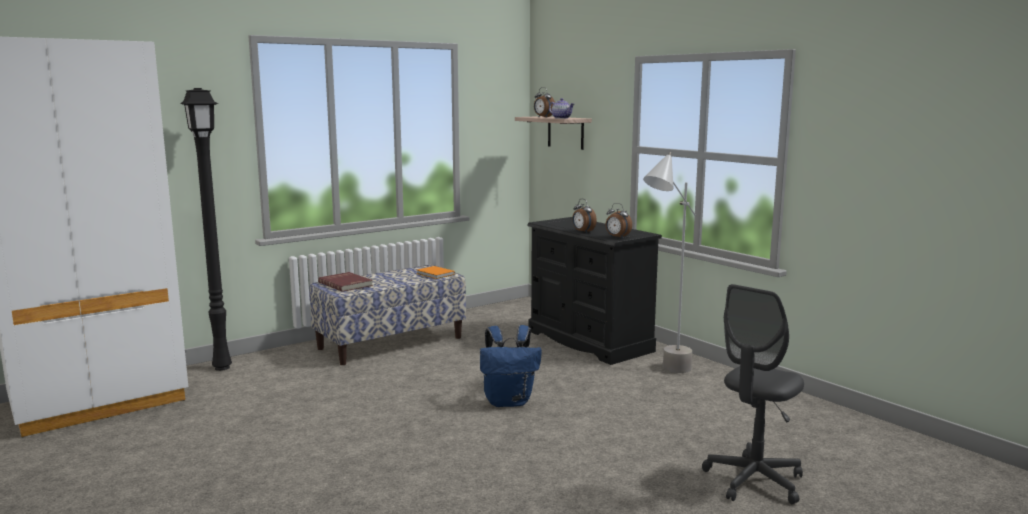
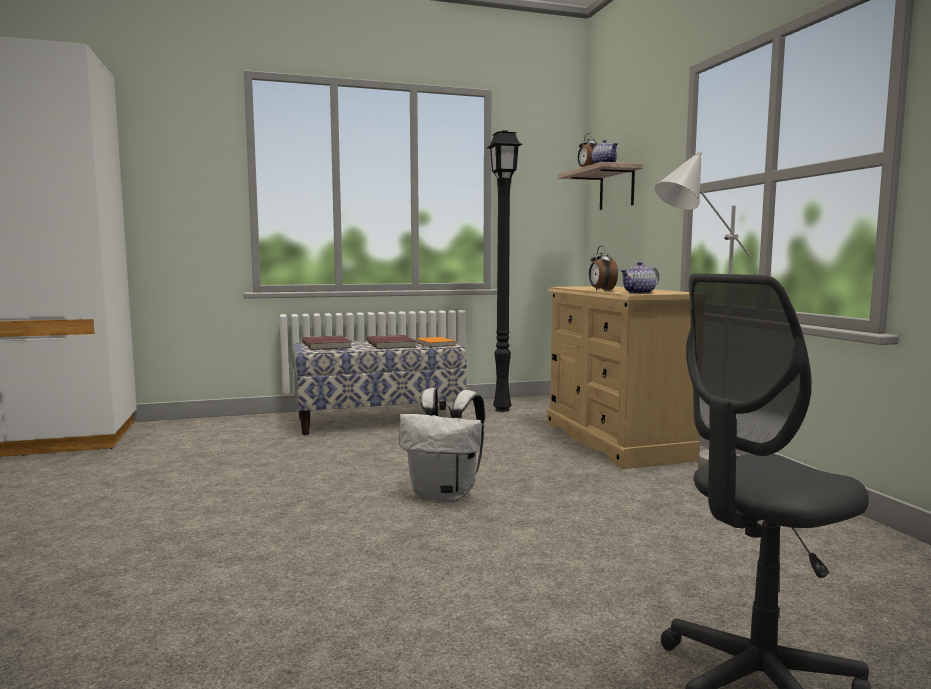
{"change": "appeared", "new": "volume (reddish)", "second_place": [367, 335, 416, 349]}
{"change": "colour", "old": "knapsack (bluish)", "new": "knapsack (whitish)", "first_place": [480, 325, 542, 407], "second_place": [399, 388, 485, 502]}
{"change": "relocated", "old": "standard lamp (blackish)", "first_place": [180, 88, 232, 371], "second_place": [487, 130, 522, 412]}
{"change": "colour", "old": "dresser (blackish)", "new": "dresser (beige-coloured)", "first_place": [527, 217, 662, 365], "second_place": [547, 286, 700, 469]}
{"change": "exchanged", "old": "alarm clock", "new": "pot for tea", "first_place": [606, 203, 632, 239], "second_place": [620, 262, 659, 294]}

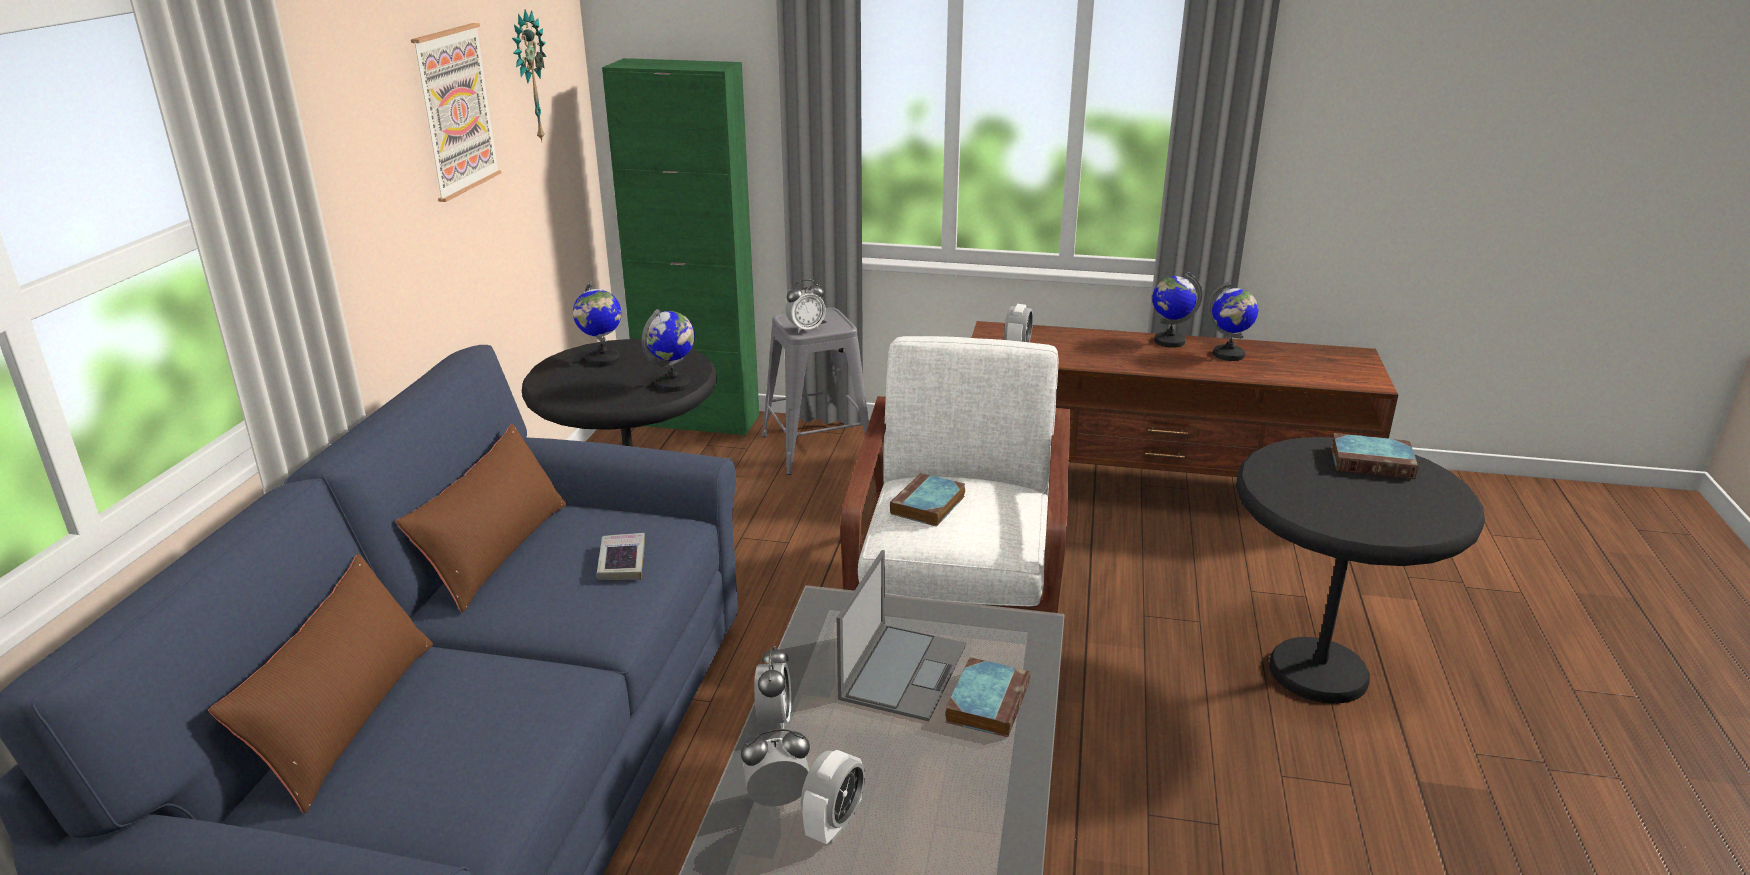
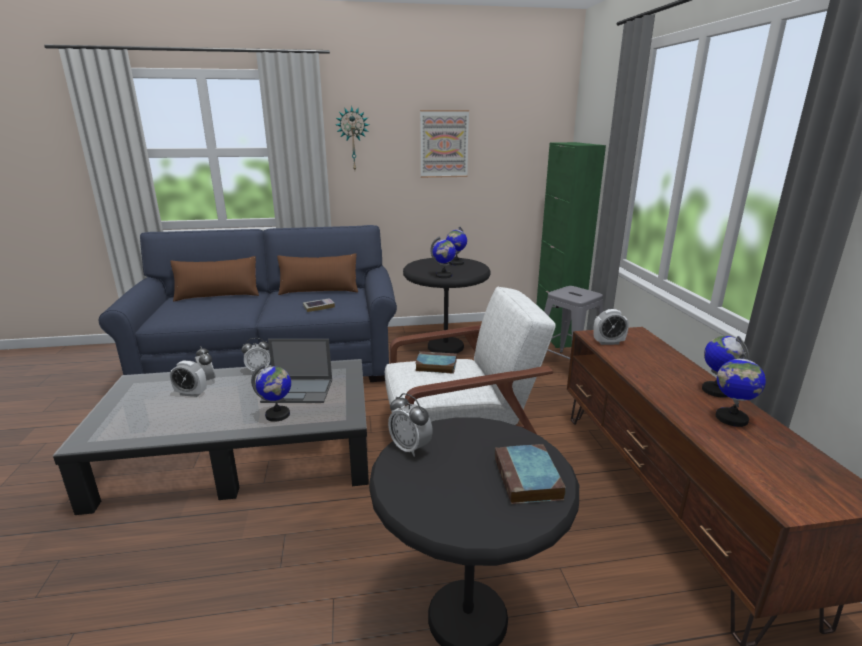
{"change": "exchanged", "old": "volume", "new": "globe", "first_place": [945, 657, 1030, 737], "second_place": [251, 364, 291, 422]}
{"change": "relocated", "old": "hanging clock", "first_place": [512, 9, 546, 142], "second_place": [336, 106, 369, 170]}
{"change": "relocated", "old": "alarm clock", "first_place": [786, 279, 826, 333], "second_place": [388, 393, 433, 457]}

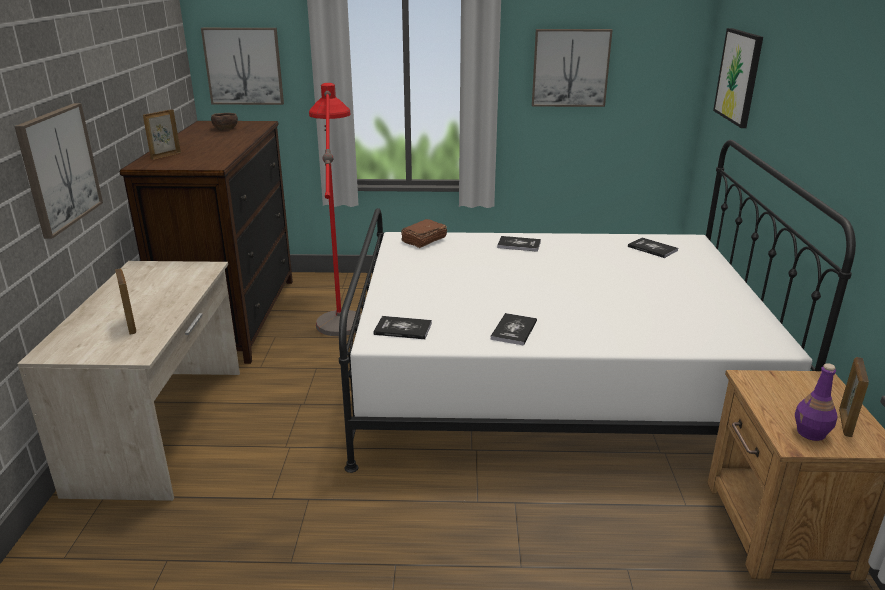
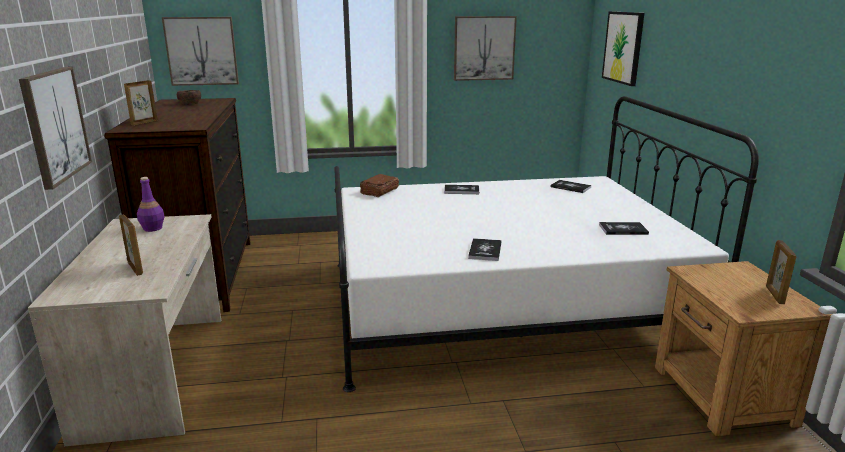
{"change": "relocated", "old": "bottle (purplish)", "first_place": [795, 363, 838, 441], "second_place": [137, 177, 164, 232]}
{"change": "relocated", "old": "volume", "first_place": [373, 316, 432, 339], "second_place": [599, 222, 649, 235]}
{"change": "missing", "old": "standard lamp (reddish)", "first_place": [309, 83, 361, 336]}

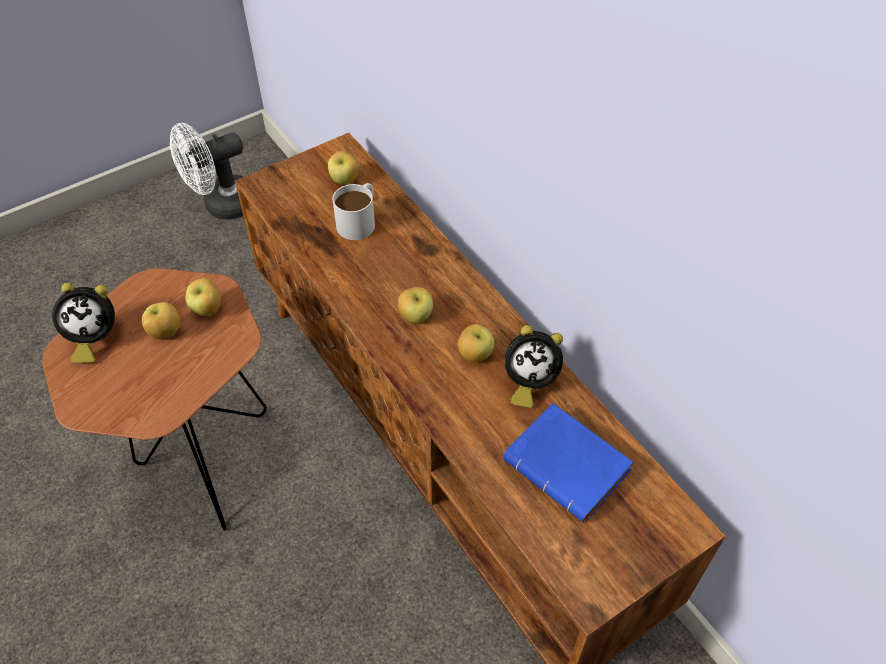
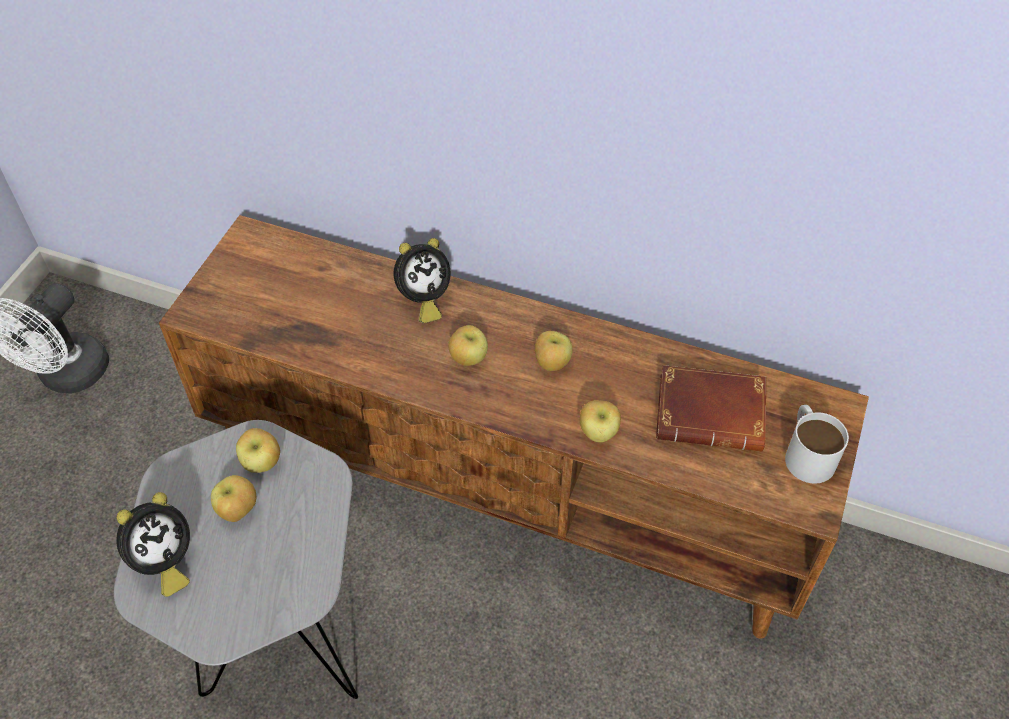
{"change": "colour", "old": "side table (brown)", "new": "side table (greyish)", "first_place": [42, 268, 267, 531], "second_place": [114, 420, 358, 699]}
{"change": "relocated", "old": "alarm clock", "first_place": [505, 325, 563, 408], "second_place": [394, 238, 451, 323]}
{"change": "relocated", "old": "apple", "first_place": [328, 151, 359, 184], "second_place": [580, 400, 621, 442]}
{"change": "colour", "old": "volume (bluish)", "new": "volume (brown)", "first_place": [503, 403, 634, 522], "second_place": [656, 365, 766, 451]}
{"change": "relocated", "old": "mug (whitish)", "first_place": [332, 183, 375, 240], "second_place": [785, 405, 849, 483]}

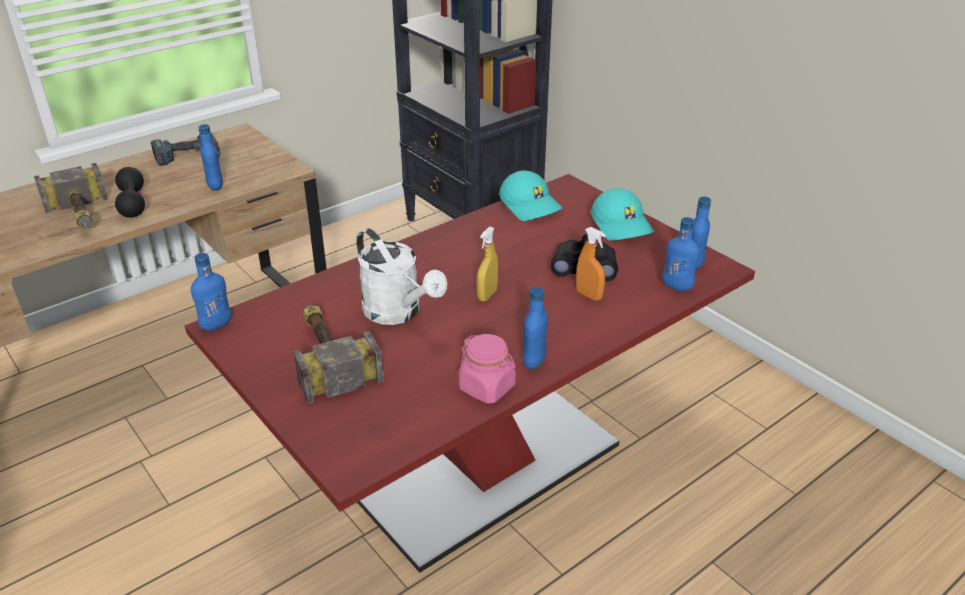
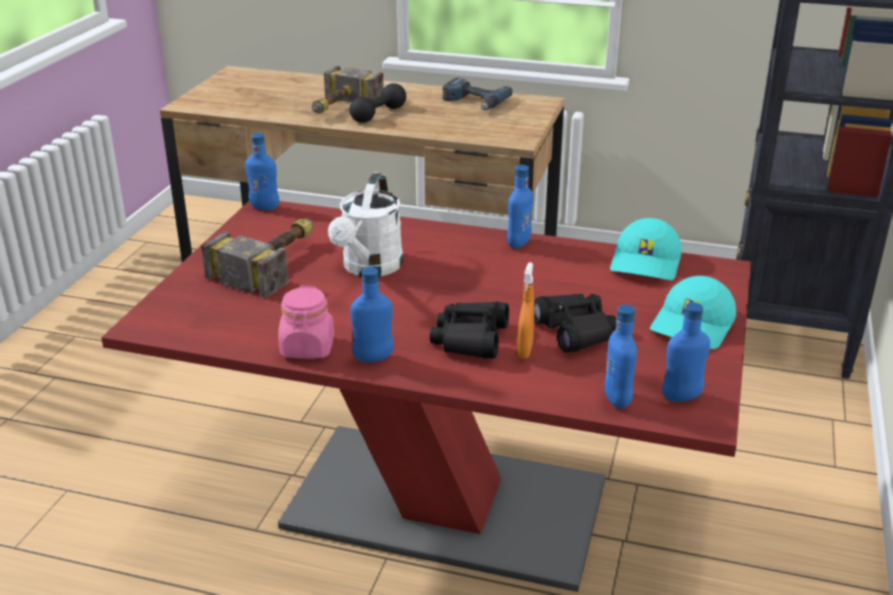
{"change": "appeared", "new": "field glasses (blackish)", "second_place": [430, 302, 509, 359]}
{"change": "relocated", "old": "bottle (bluish)", "first_place": [198, 124, 223, 191], "second_place": [507, 165, 533, 248]}
{"change": "missing", "old": "spray bottle (yellowish)", "first_place": [477, 226, 498, 302]}

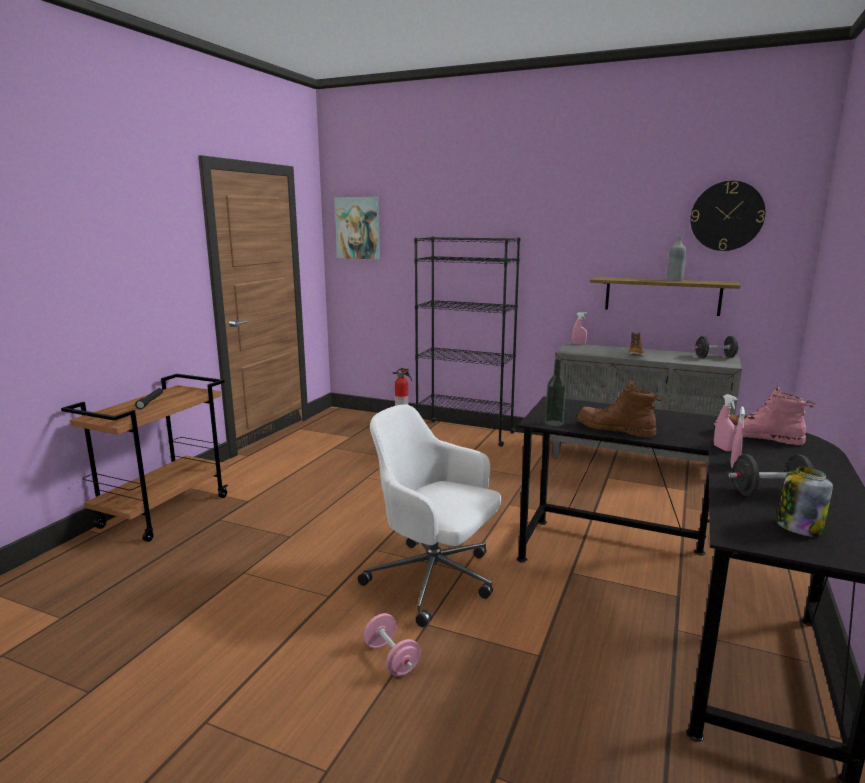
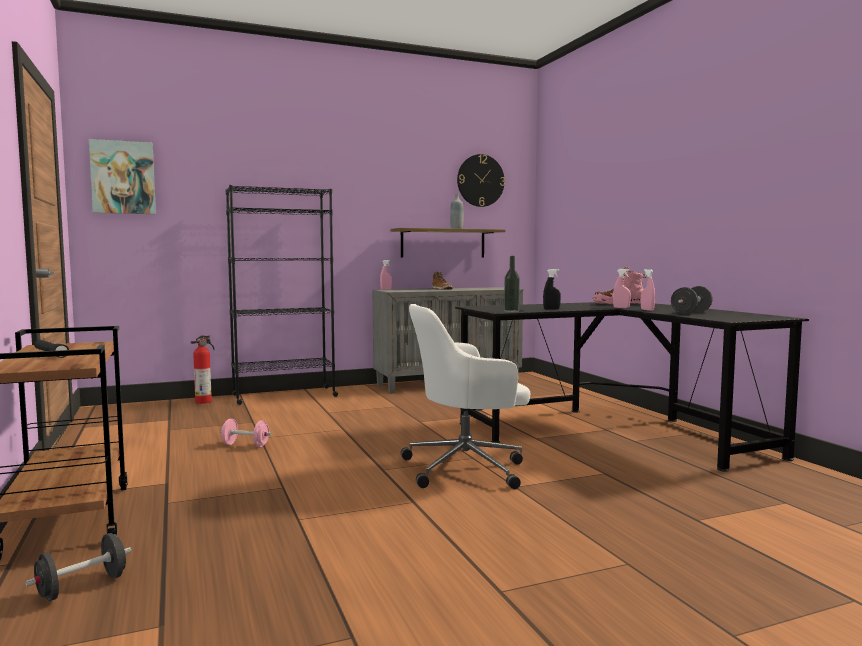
{"change": "relocated", "old": "free weight (blackish)", "first_place": [693, 336, 740, 358], "second_place": [25, 533, 131, 601]}
{"change": "relocated", "old": "free weight (pink)", "first_place": [363, 613, 421, 677], "second_place": [220, 419, 272, 447]}
{"change": "exchanged", "old": "high-top boot (brown)", "new": "spray bottle (blackish)", "first_place": [577, 380, 663, 437], "second_place": [543, 269, 561, 310]}
{"change": "missing", "old": "preserve jar", "first_place": [776, 467, 833, 536]}

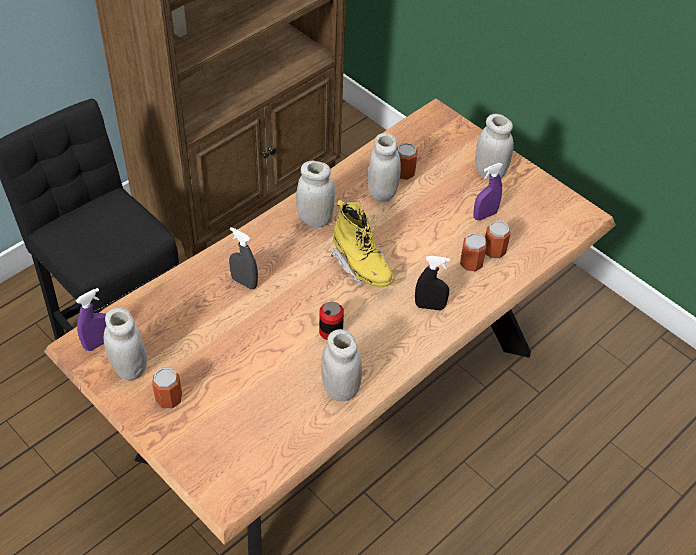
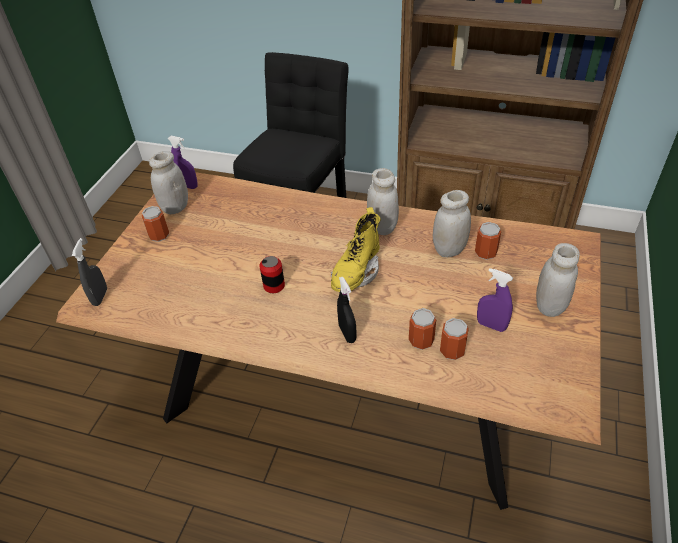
{"change": "relocated", "old": "spray bottle (greyish)", "first_place": [229, 227, 258, 290], "second_place": [72, 238, 107, 306]}
{"change": "missing", "old": "preserve jar (whitish)", "first_place": [321, 329, 362, 401]}

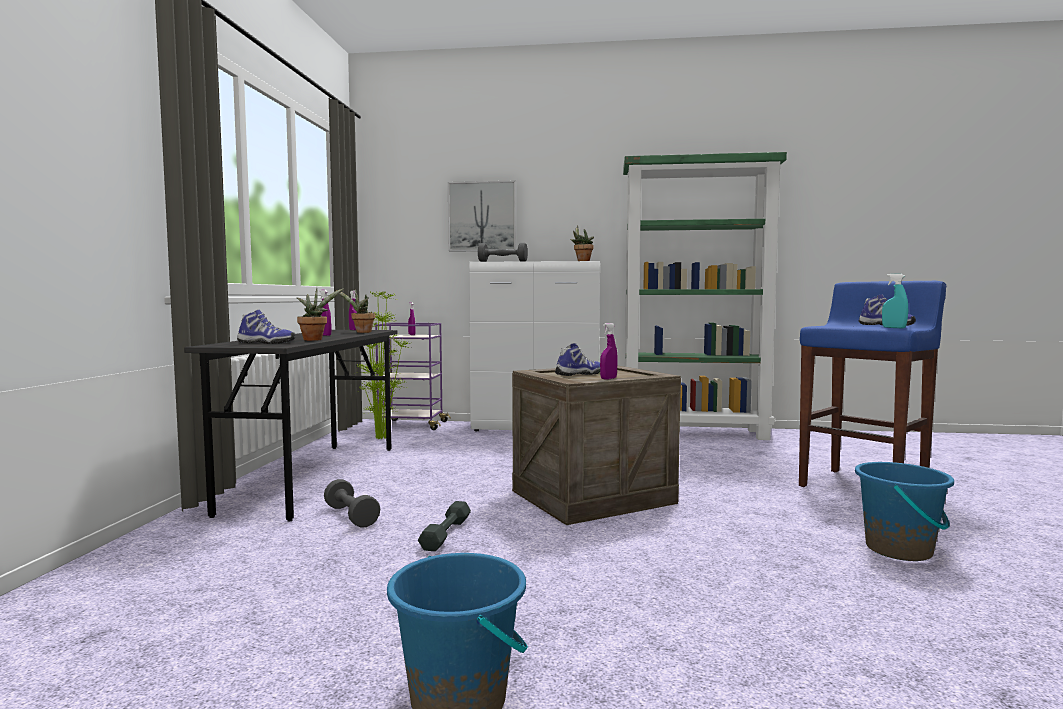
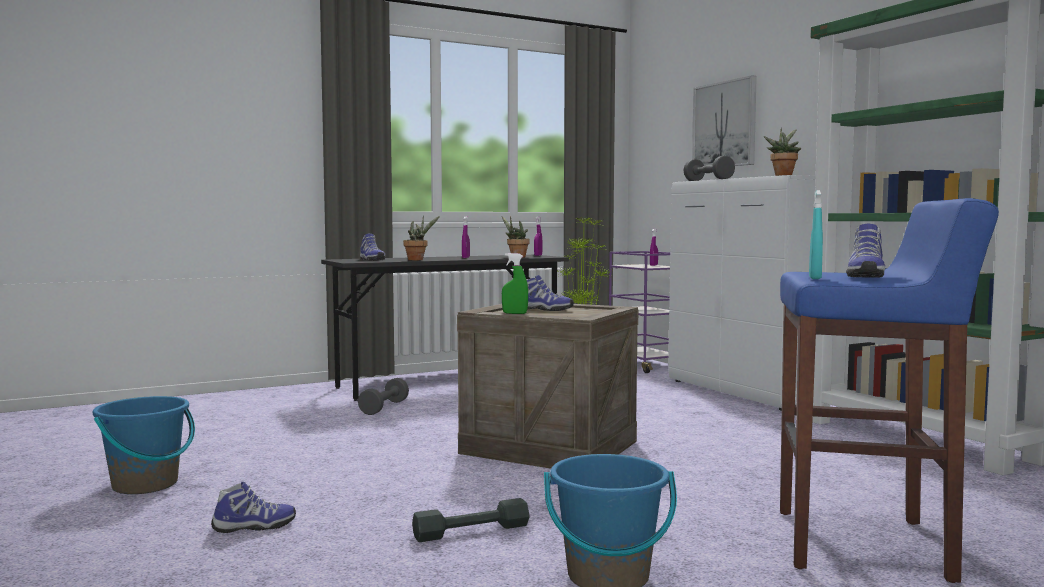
{"change": "appeared", "new": "shoe", "second_place": [211, 482, 296, 533]}
{"change": "relocated", "old": "free weight (greyish)", "first_place": [418, 501, 471, 551], "second_place": [412, 498, 530, 542]}
{"change": "colour", "old": "spray bottle (purplish)", "new": "spray bottle (green)", "first_place": [600, 323, 618, 380], "second_place": [502, 253, 528, 314]}

